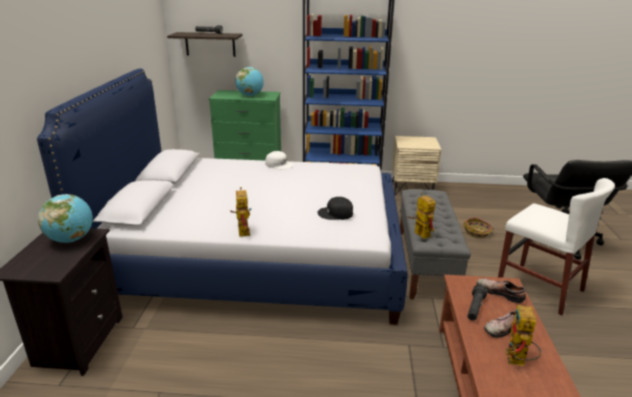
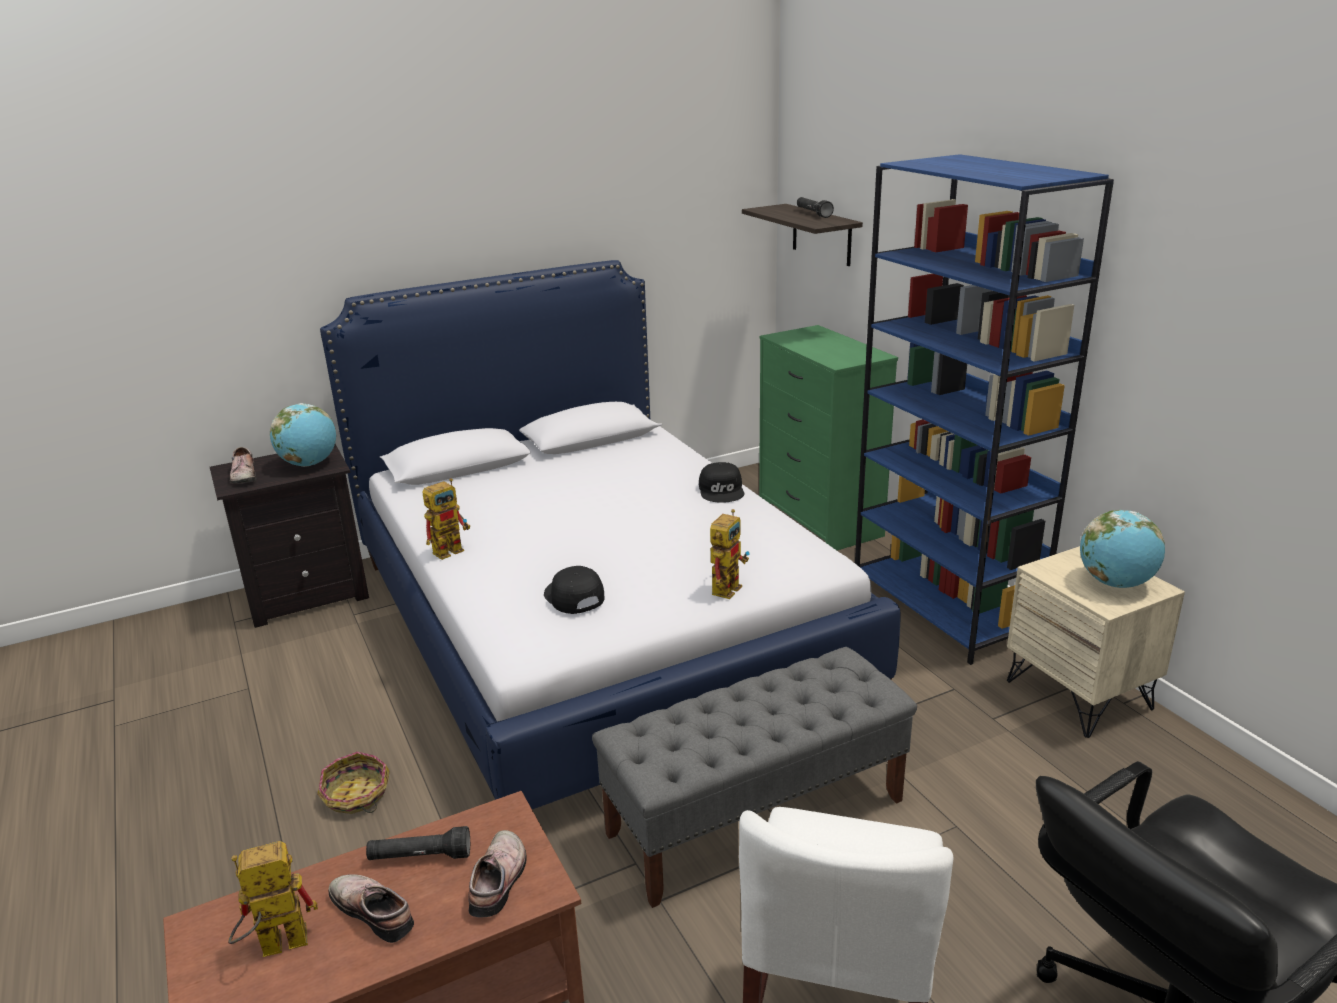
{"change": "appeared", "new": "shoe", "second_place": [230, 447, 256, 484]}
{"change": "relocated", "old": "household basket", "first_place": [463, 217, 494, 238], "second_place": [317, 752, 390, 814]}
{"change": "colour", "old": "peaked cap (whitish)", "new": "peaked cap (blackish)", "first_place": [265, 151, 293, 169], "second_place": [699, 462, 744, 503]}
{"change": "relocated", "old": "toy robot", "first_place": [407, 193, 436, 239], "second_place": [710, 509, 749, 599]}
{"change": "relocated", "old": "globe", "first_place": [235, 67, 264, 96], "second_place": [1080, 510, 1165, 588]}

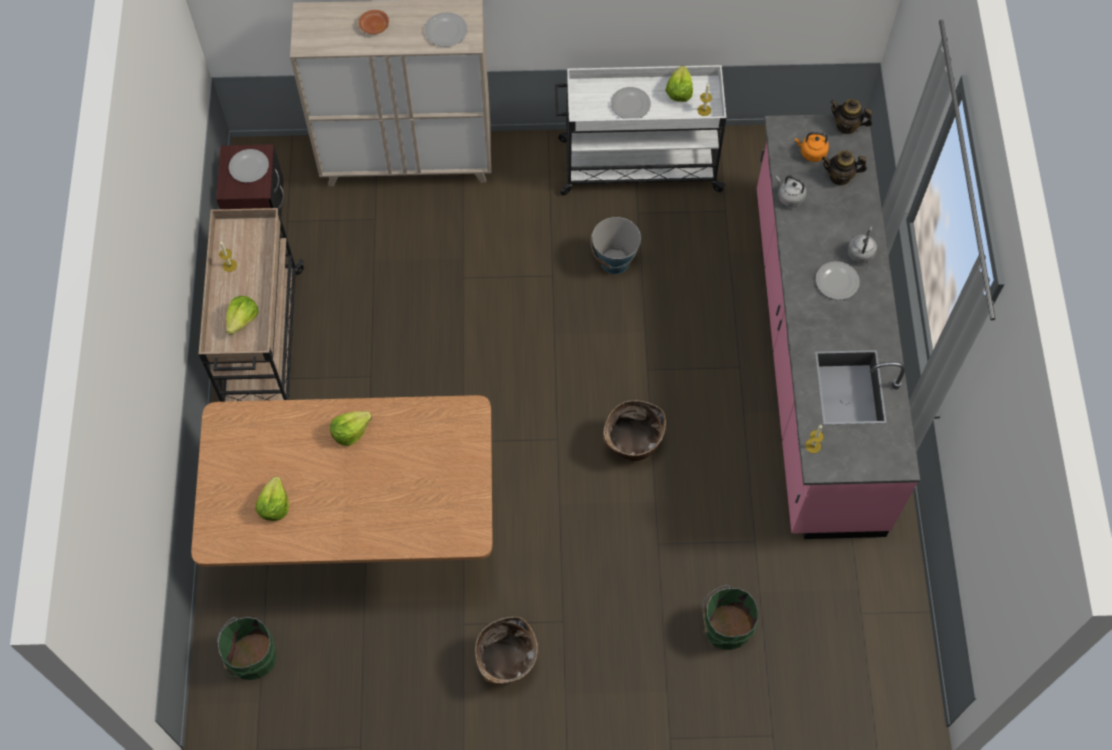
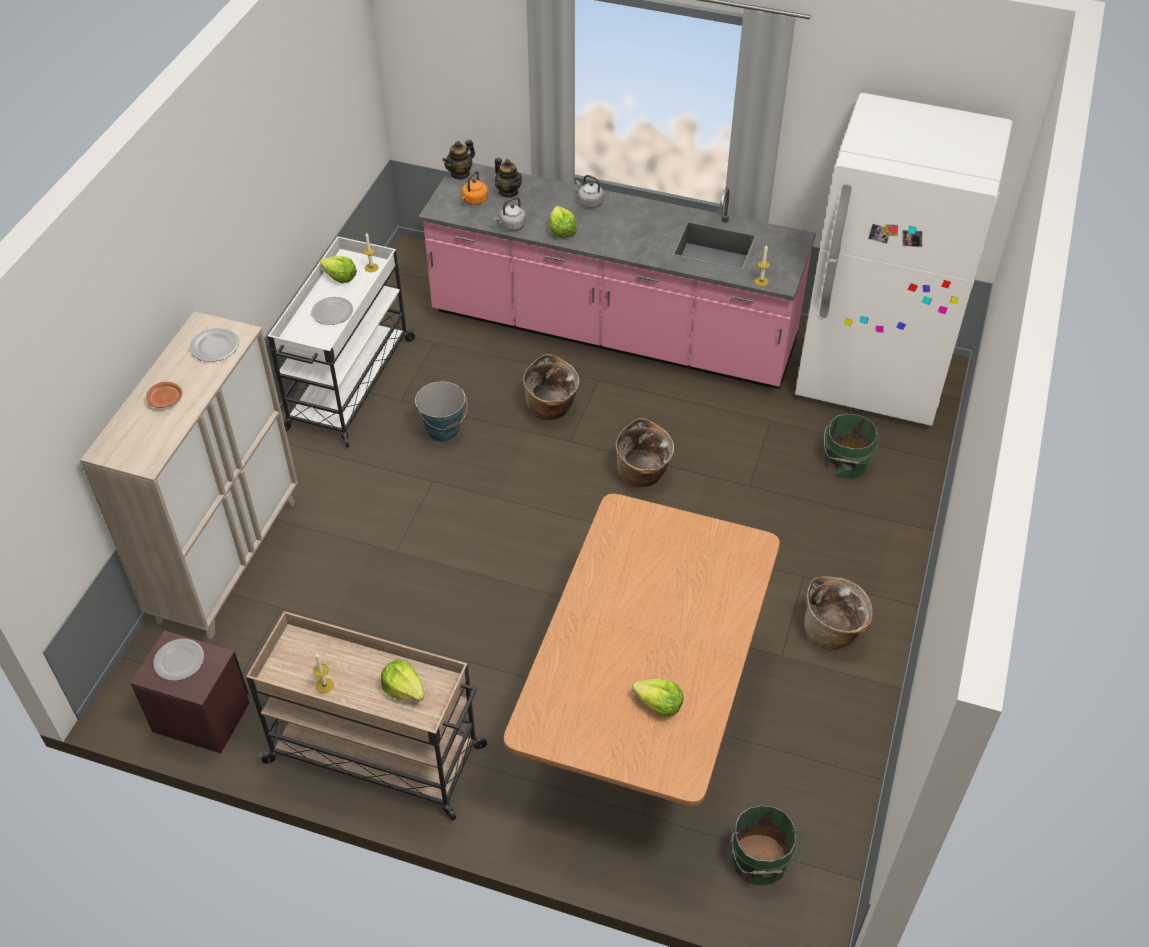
{"change": "spun", "old": "pot for tea", "first_place": [822, 151, 867, 185], "second_place": [495, 158, 522, 198], "degrees": -60}
{"change": "appeared", "new": "household basket", "second_place": [523, 354, 579, 420]}
{"change": "relocated", "old": "lettuce head", "first_place": [330, 411, 372, 446], "second_place": [549, 206, 577, 238]}
{"change": "appeared", "new": "fridge (whitish)", "second_place": [795, 93, 1013, 426]}
{"change": "missing", "old": "dinner plate", "first_place": [816, 261, 860, 300]}

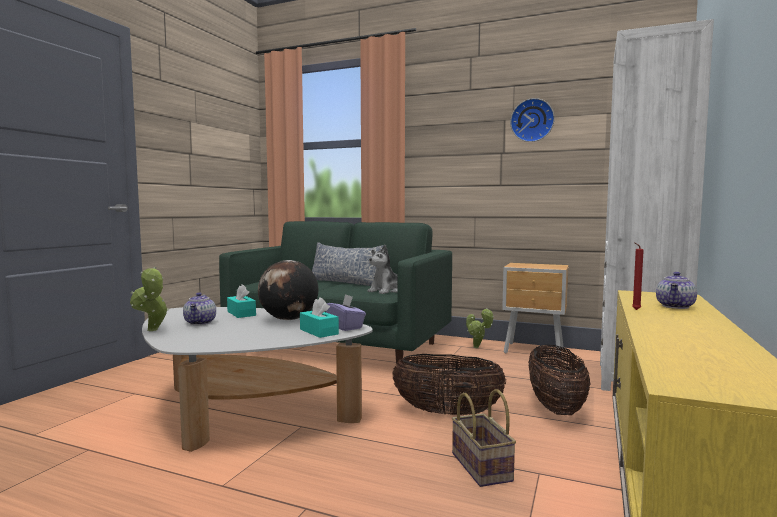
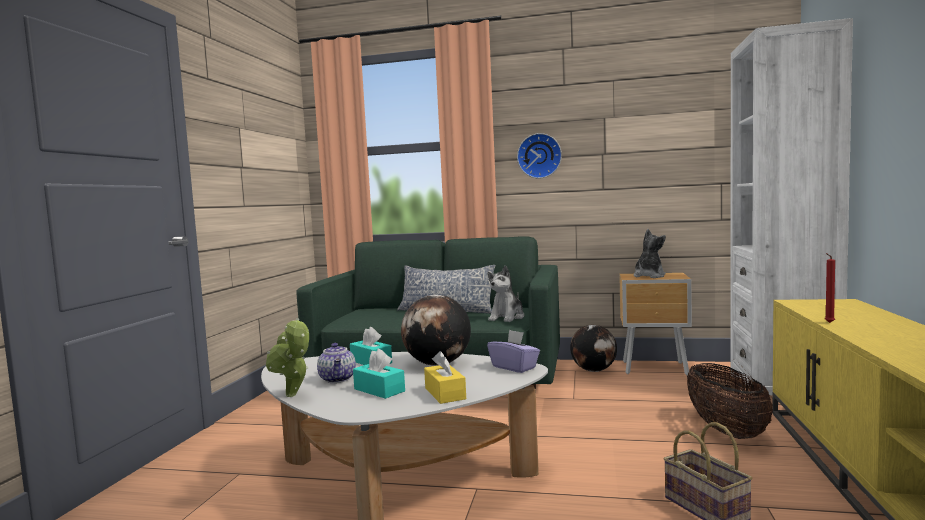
{"change": "relocated", "old": "box of tissues (blue-green)", "first_place": [300, 297, 339, 338], "second_place": [353, 349, 405, 399]}
{"change": "appeared", "new": "box of tissues (yellowish)", "second_place": [424, 351, 466, 404]}
{"change": "relocated", "old": "hanging clock", "first_place": [510, 98, 555, 142], "second_place": [517, 133, 562, 179]}
{"change": "exchanged", "old": "houseplant", "new": "globe", "first_place": [466, 308, 494, 348], "second_place": [570, 325, 617, 372]}
{"change": "appeared", "new": "soft toy", "second_place": [633, 229, 666, 278]}
{"change": "missing", "old": "household basket", "first_place": [392, 354, 506, 415]}
{"change": "missing", "old": "pot for tea", "first_place": [656, 272, 697, 309]}

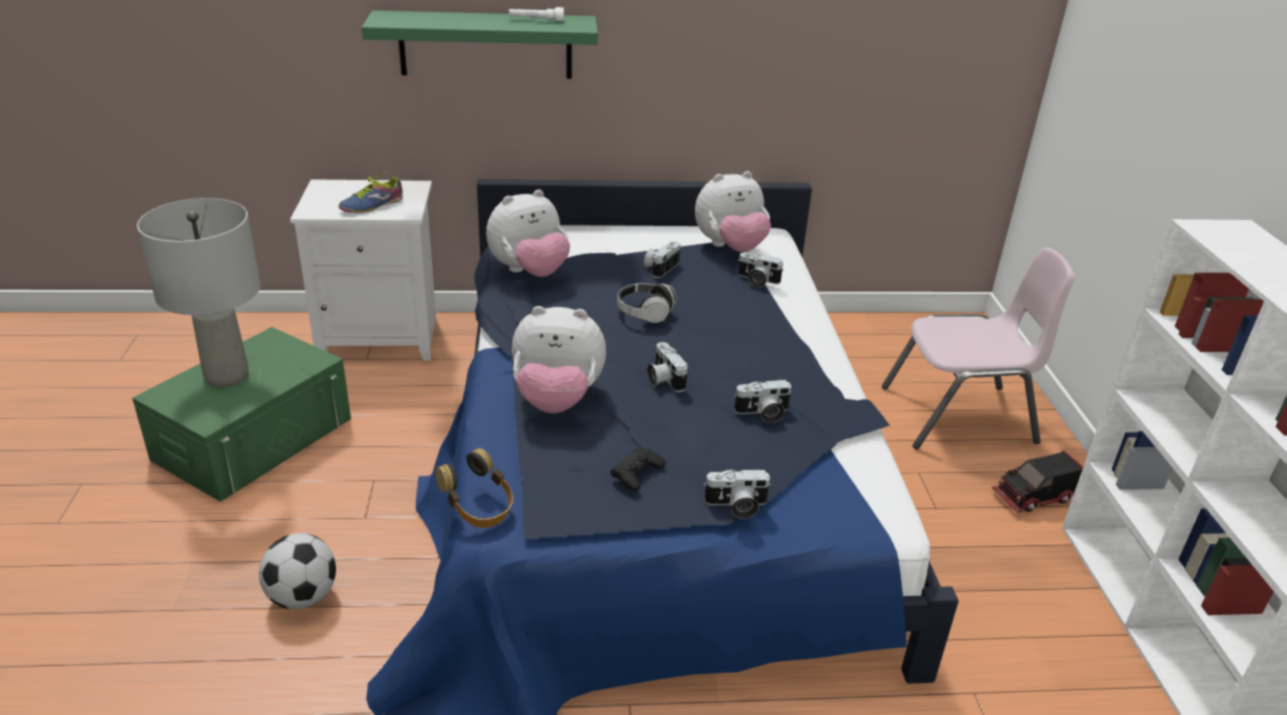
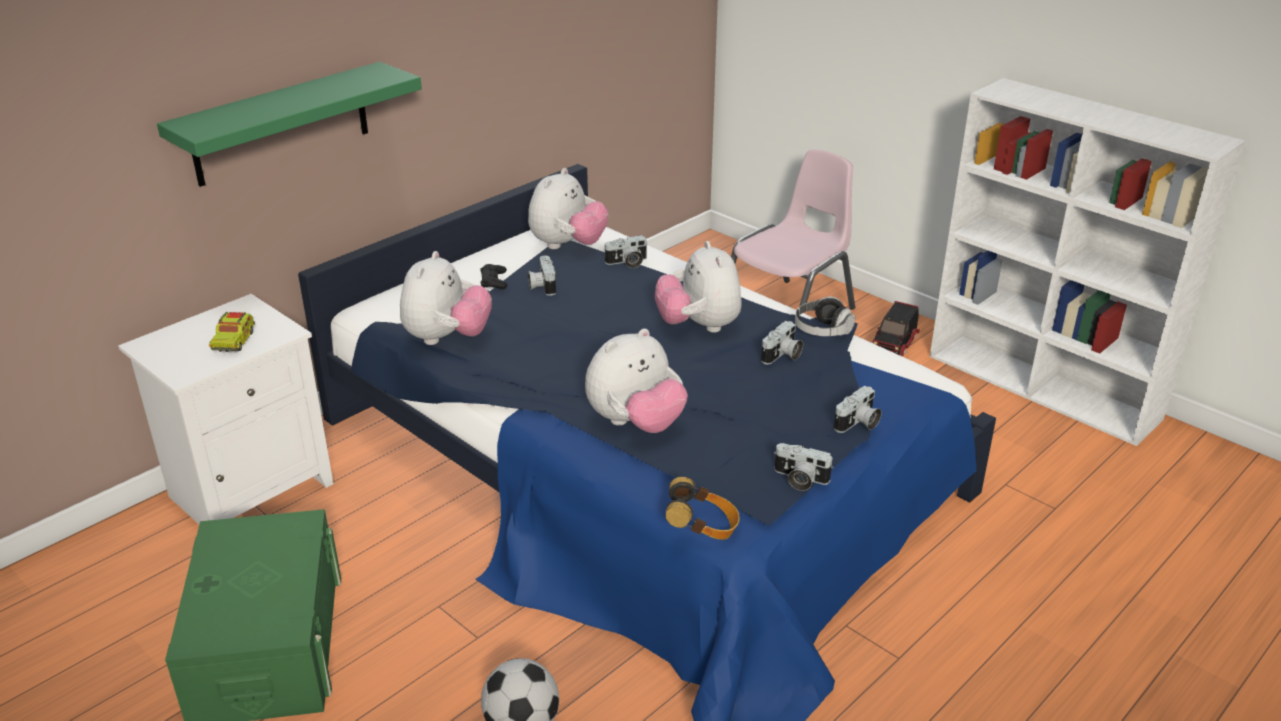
{"change": "exchanged", "old": "shoe", "new": "model truck", "first_place": [338, 172, 403, 213], "second_place": [209, 312, 255, 352]}
{"change": "relocated", "old": "game controller (blackish)", "first_place": [610, 447, 666, 491], "second_place": [480, 264, 507, 289]}
{"change": "appeared", "new": "soft toy", "second_place": [655, 241, 741, 333]}
{"change": "relocated", "old": "photo camera", "first_place": [647, 342, 688, 392], "second_place": [774, 443, 834, 491]}
{"change": "relocated", "old": "headphones", "first_place": [617, 283, 677, 323], "second_place": [795, 297, 855, 336]}
{"change": "missing", "old": "tabletop lamp (greyish)", "first_place": [137, 198, 261, 387]}
{"change": "missing", "old": "flashlight (whitish)", "first_place": [509, 7, 564, 21]}

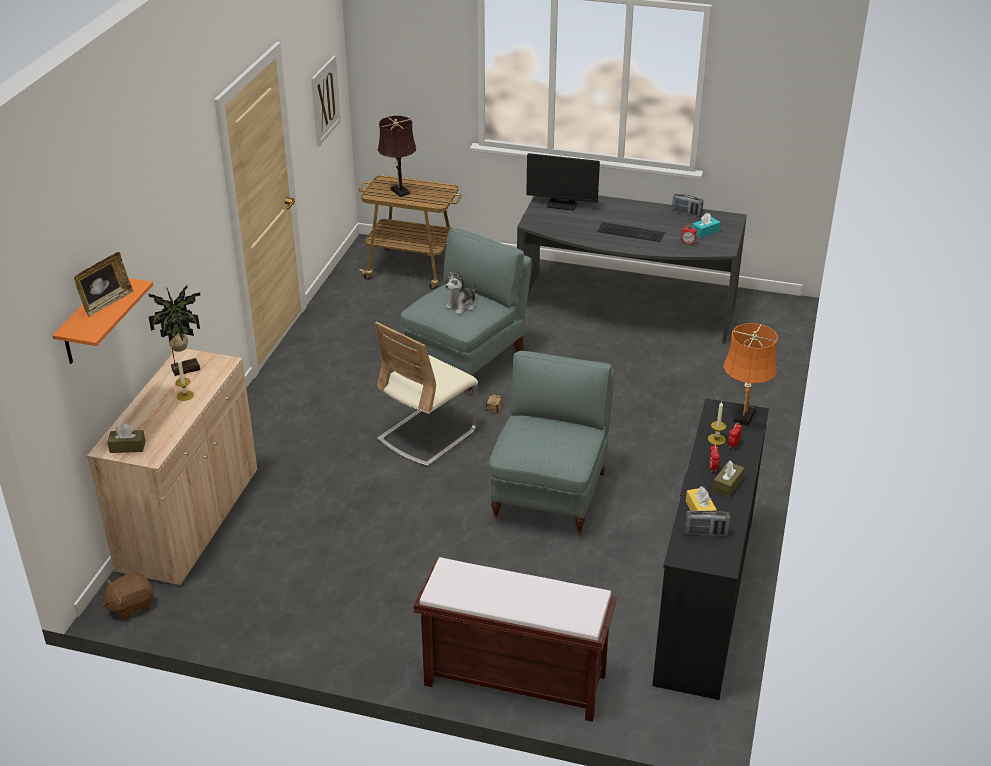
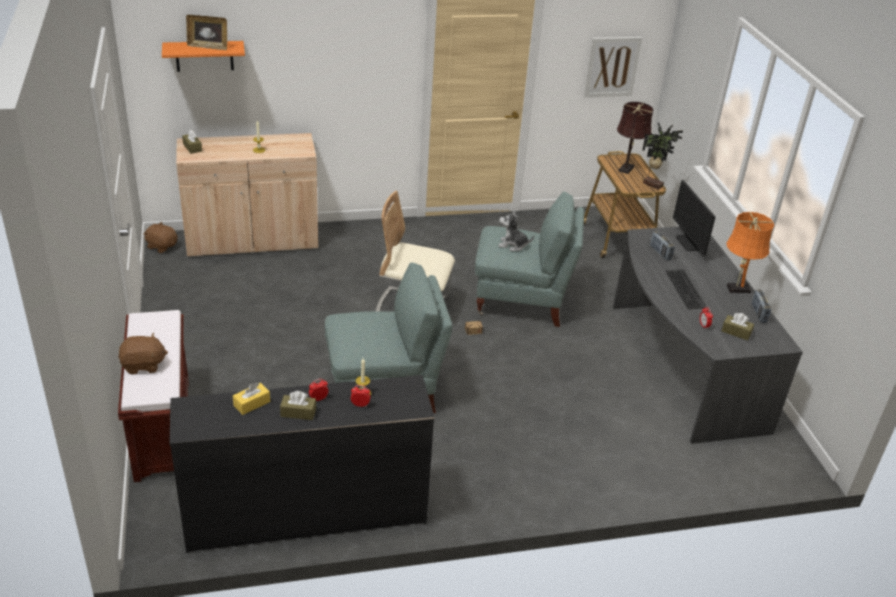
{"change": "appeared", "new": "soft toy (brown)", "second_place": [118, 333, 168, 375]}
{"change": "relocated", "old": "houseplant", "first_place": [149, 285, 200, 376], "second_place": [642, 123, 683, 189]}
{"change": "relocated", "old": "radio receiver", "first_place": [684, 511, 731, 536], "second_place": [650, 231, 675, 261]}
{"change": "colour", "old": "box of tissues (blue-green)", "new": "box of tissues (brown)", "first_place": [692, 213, 720, 238], "second_place": [721, 313, 754, 340]}
{"change": "relocated", "old": "tabletop lamp (orangey)", "first_place": [724, 323, 778, 426], "second_place": [727, 212, 774, 293]}

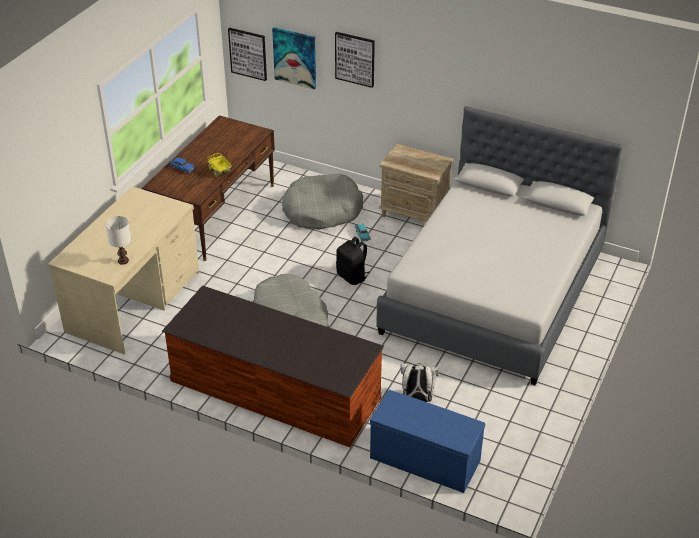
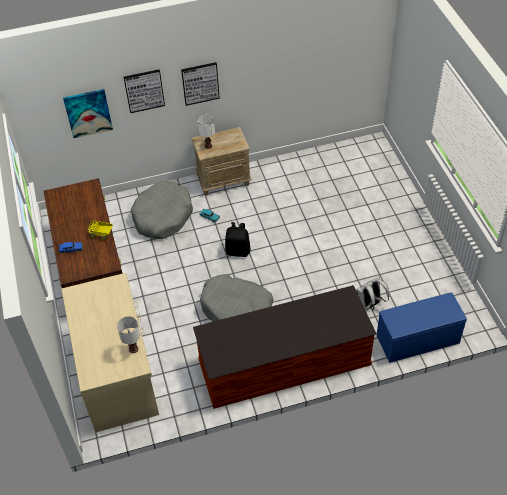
{"change": "relocated", "old": "picture", "first_place": [228, 28, 267, 81], "second_place": [181, 62, 220, 106]}
{"change": "appeared", "new": "tabletop lamp (whitish)", "second_place": [198, 115, 215, 149]}
{"change": "missing", "old": "bedroom bed (greyish)", "first_place": [376, 106, 622, 385]}

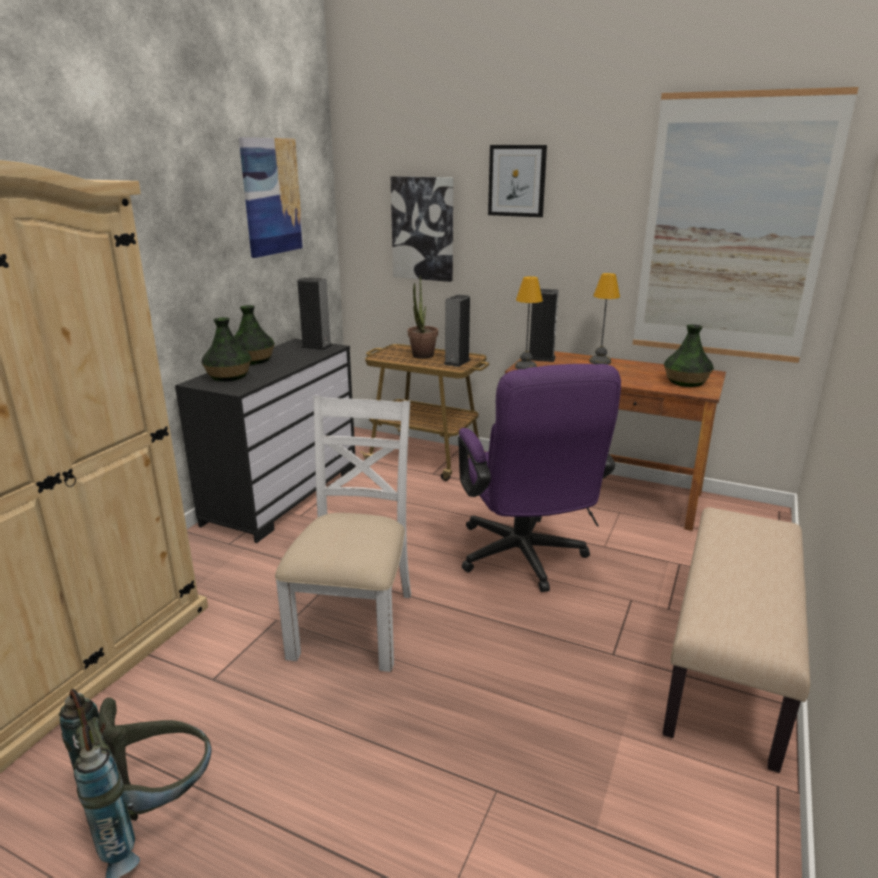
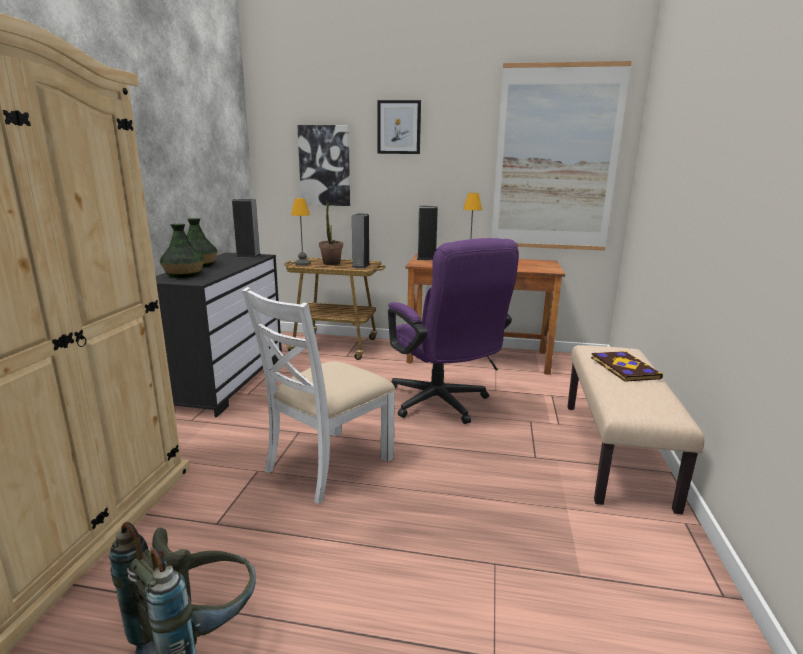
{"change": "spun", "old": "upright chair (whitish)", "first_place": [275, 396, 411, 672], "second_place": [242, 287, 395, 504], "degrees": -135}
{"change": "relocated", "old": "tabletop lamp", "first_place": [515, 276, 543, 369], "second_place": [291, 198, 311, 265]}
{"change": "appeared", "new": "volume", "second_place": [591, 351, 663, 382]}
{"change": "missing", "old": "picture", "first_place": [239, 137, 304, 258]}
{"change": "missing", "old": "decorative vase", "first_place": [664, 324, 714, 387]}

